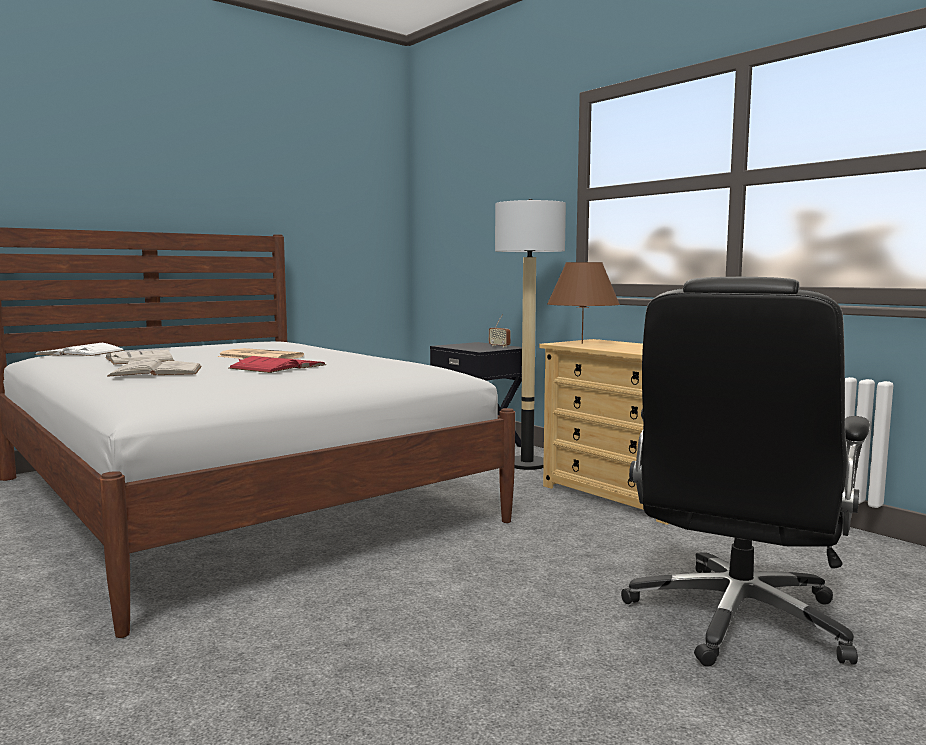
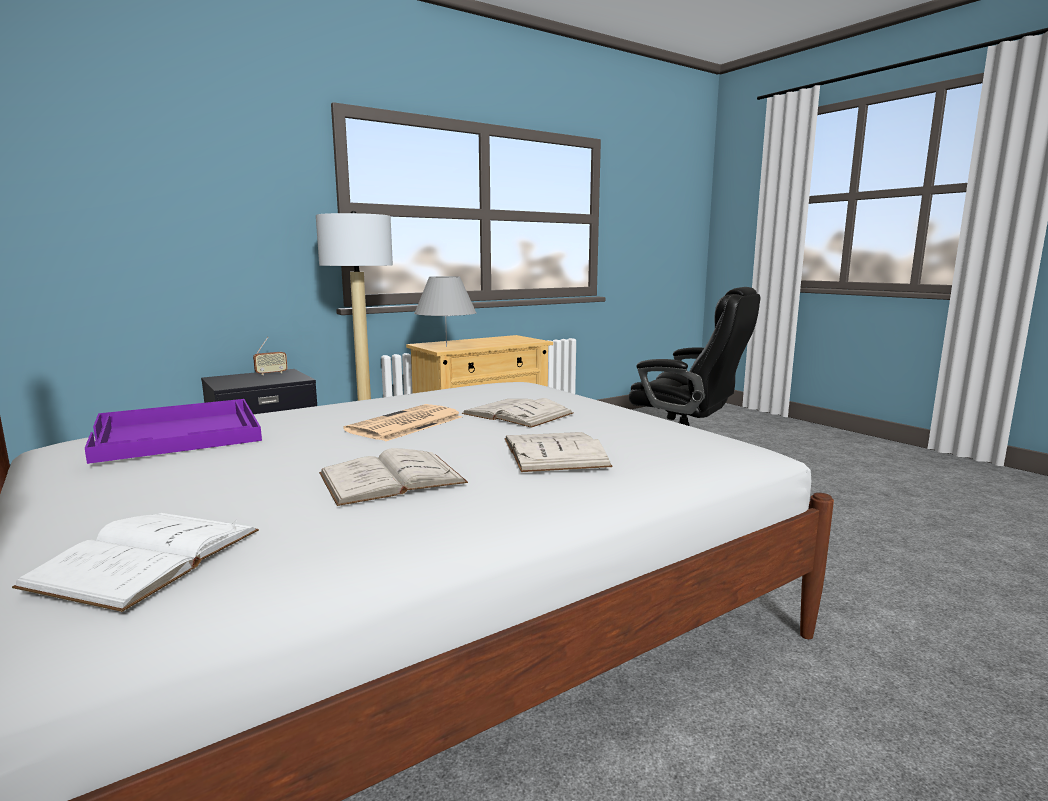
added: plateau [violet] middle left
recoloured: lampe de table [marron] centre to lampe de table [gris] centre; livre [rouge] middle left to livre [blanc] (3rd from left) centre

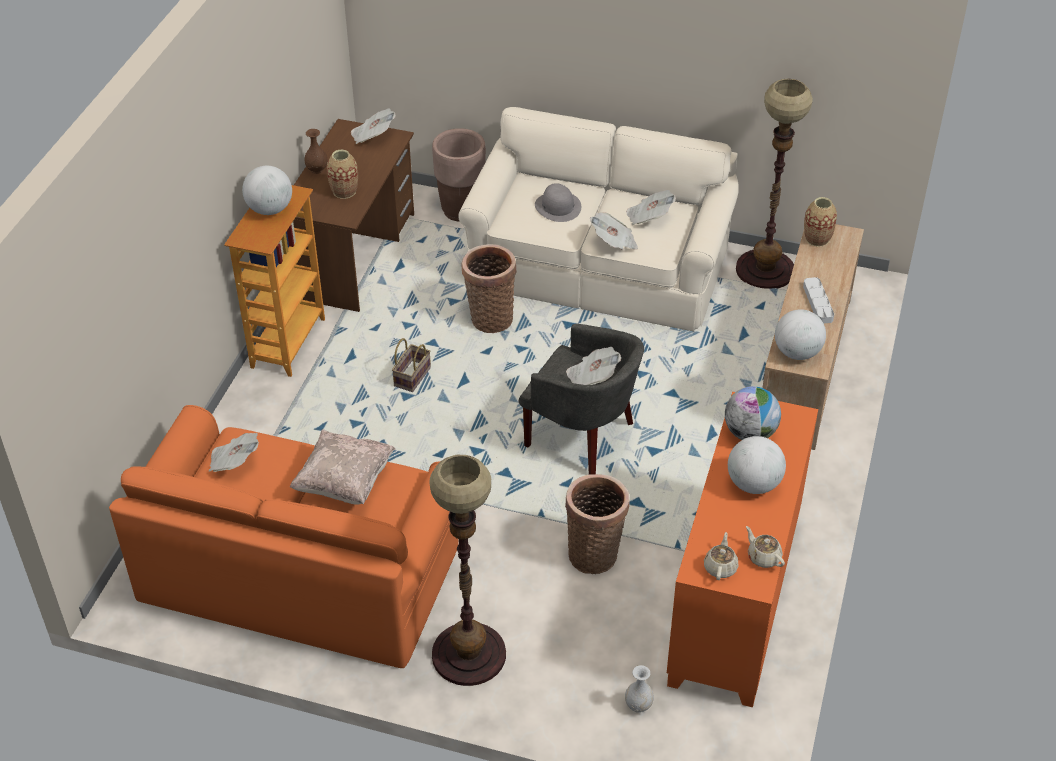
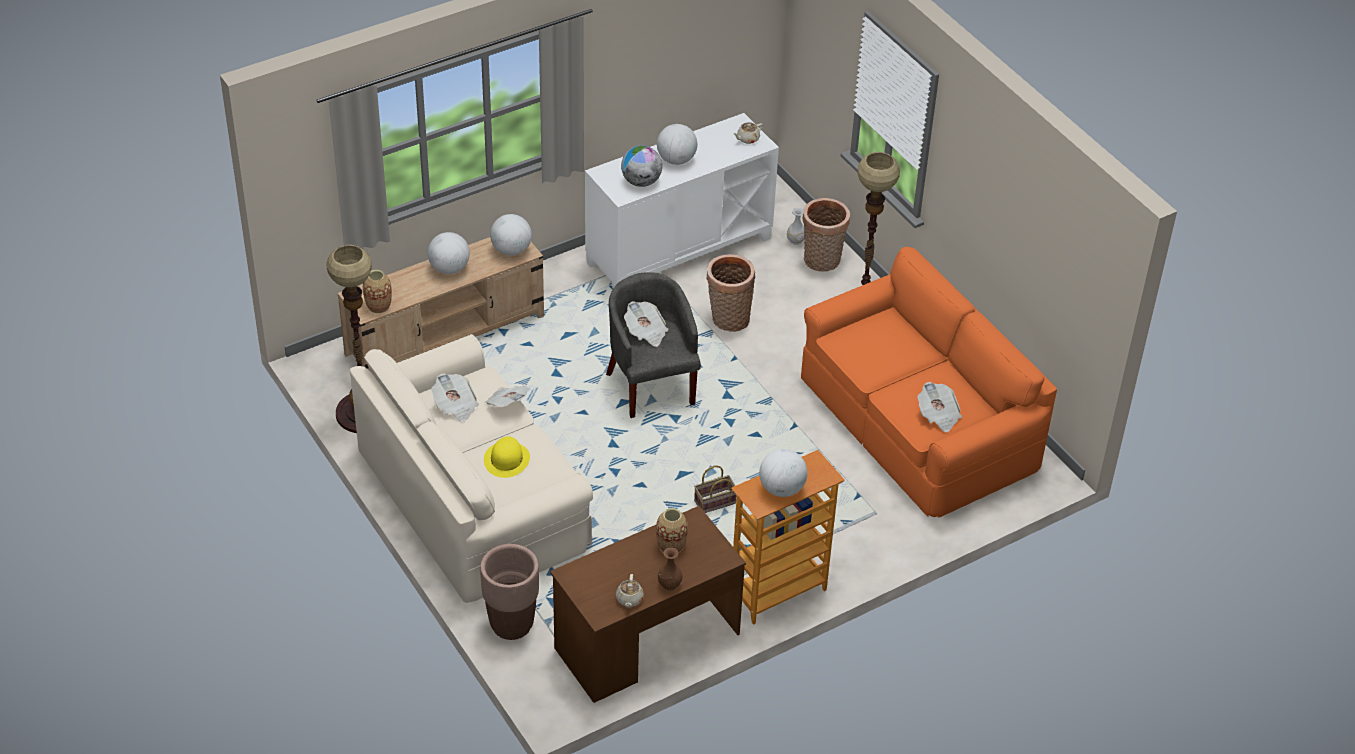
removed: coussin [beige] middle left; journal (2nd from left) top centre
moved: théière [beige] (2nd from left in the first image) bottom right to théière [beige] (1st from left) bottom centre; panier (2nd from left in the first image) centre to panier (3rd from left) top centre
replaced: plateau [gris] middle right to globe (1st from left) middle left
recoloured: chapeau [gris] top centre to chapeau [jaune] centre; meuble de rangement [orange] bottom right to meuble de rangement [blanc] top centre

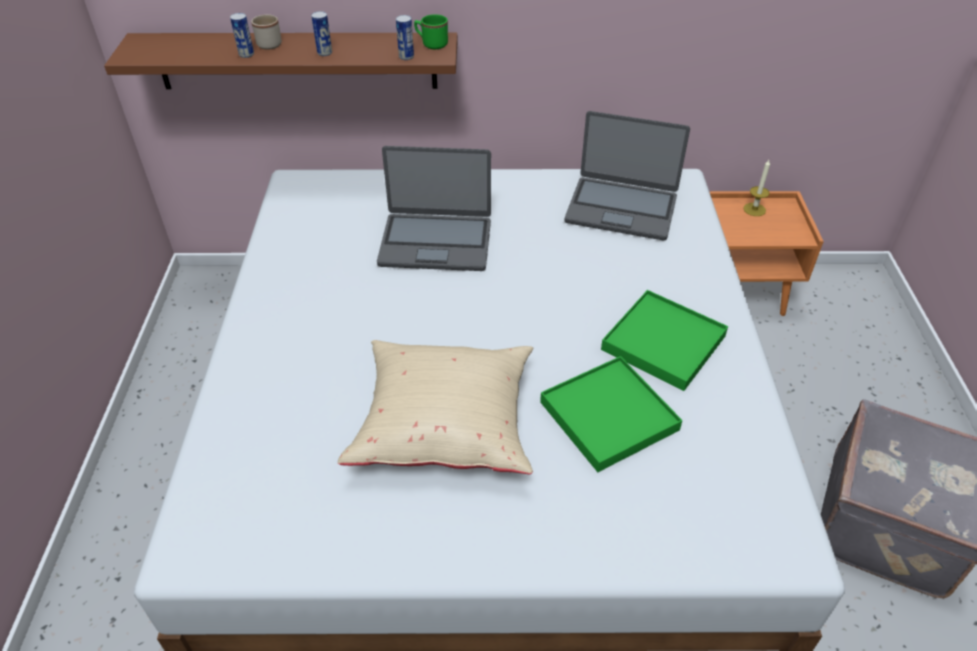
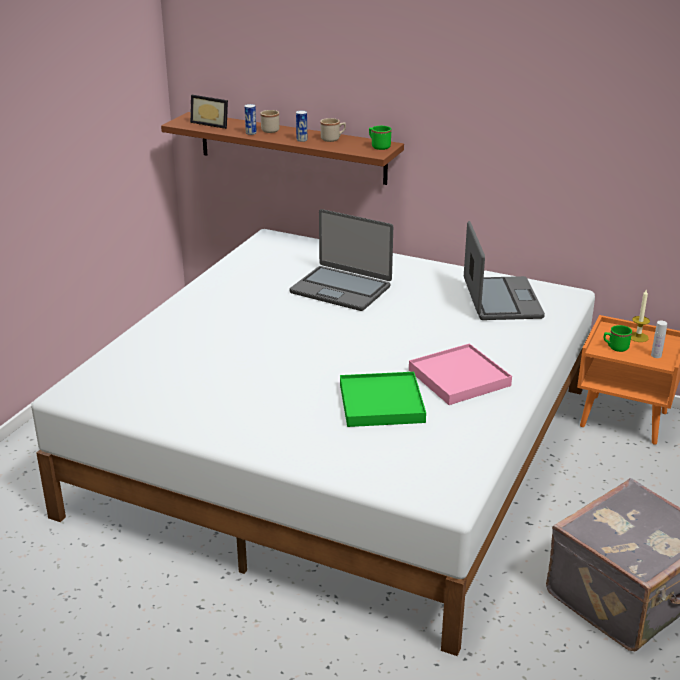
removed: coussin [beige] centre; boîte métallique (3rd from left) top centre
added: cadre photo top left; mug [beige] (2nd from left) top centre; mug [vert] (2nd from left) middle right; bouteille [blanc] middle right
recoloured: plateau [vert] (2nd from left) middle right to plateau [rose] middle right
turned: ordinateur portable (2nd from left) top centre = middle right 135 degrees counterclockwise

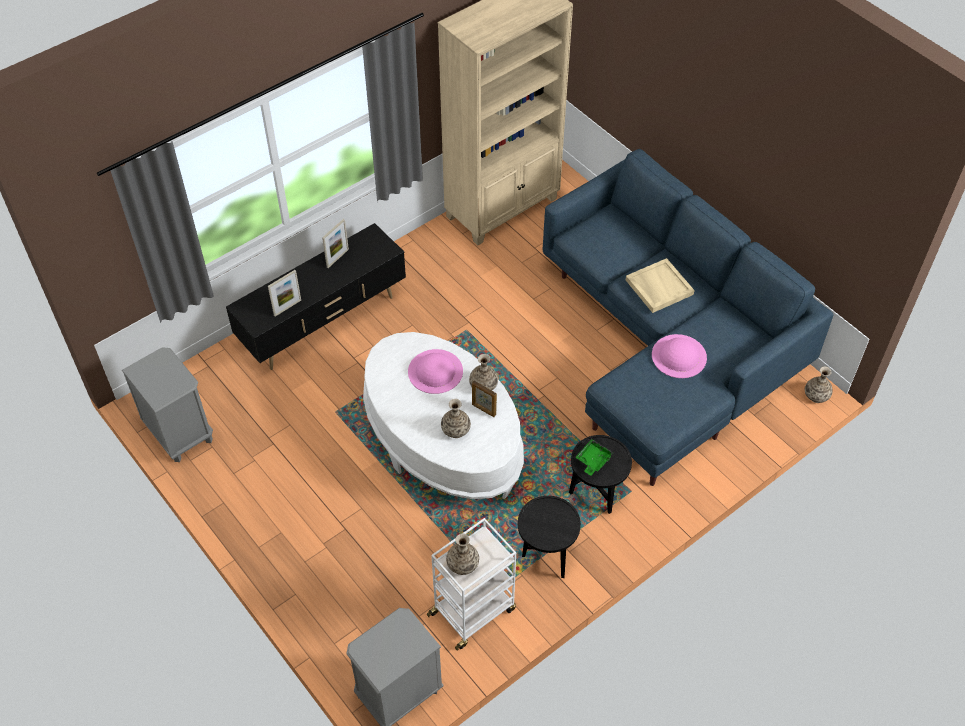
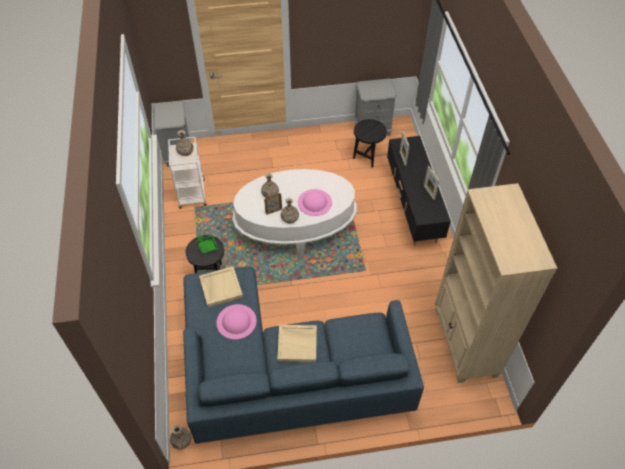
added: plateau [beige] (1st from left) centre
moved: table d'appoint [noir] (1st from left in the first image) bottom centre to table d'appoint [noir] (2nd from left) top centre

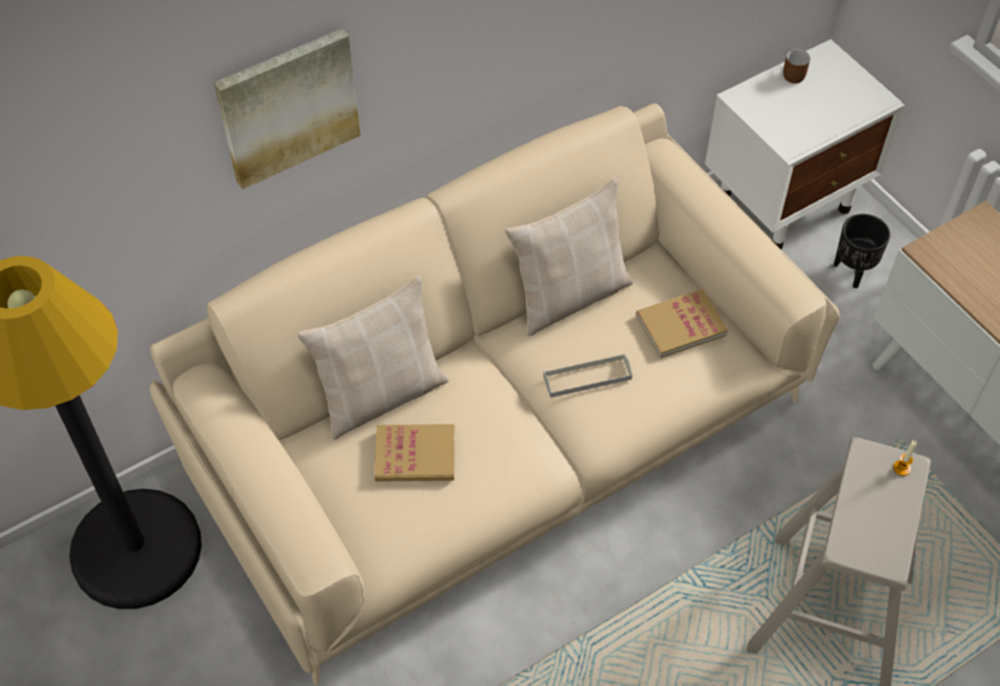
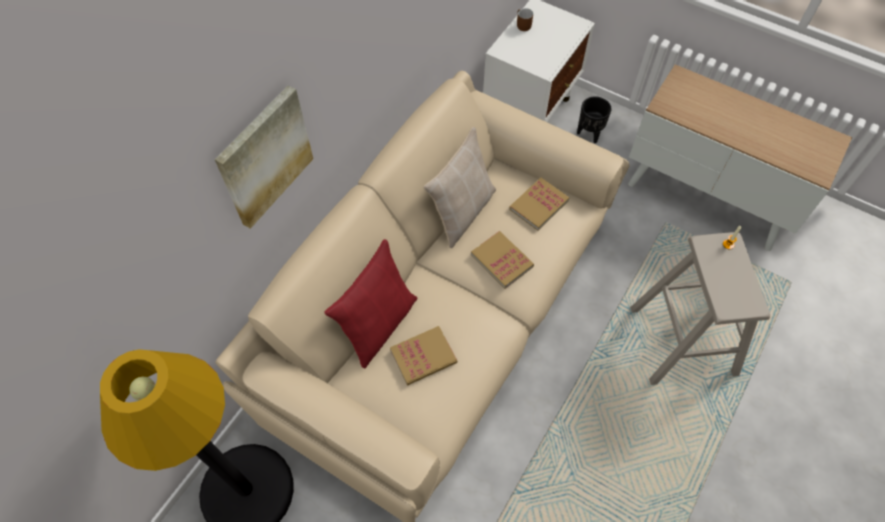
replaced: plateau [gris] centre to livre (2nd from left) centre
recoloured: coussin [beige] (1st from left) centre to coussin [rouge] centre

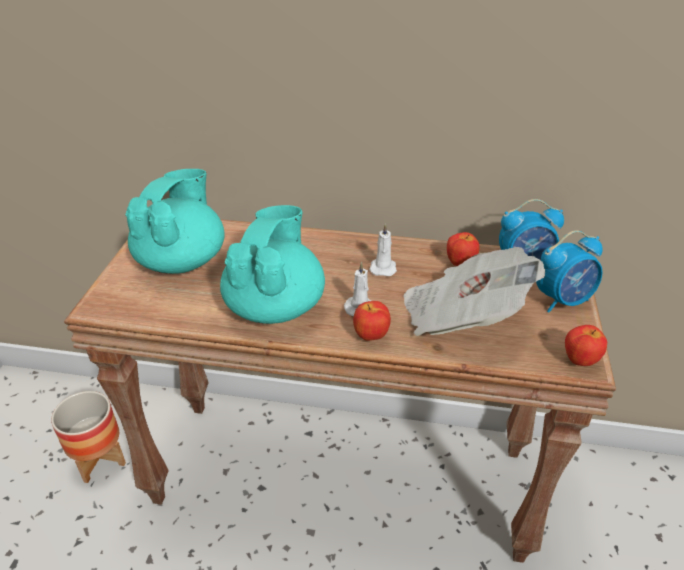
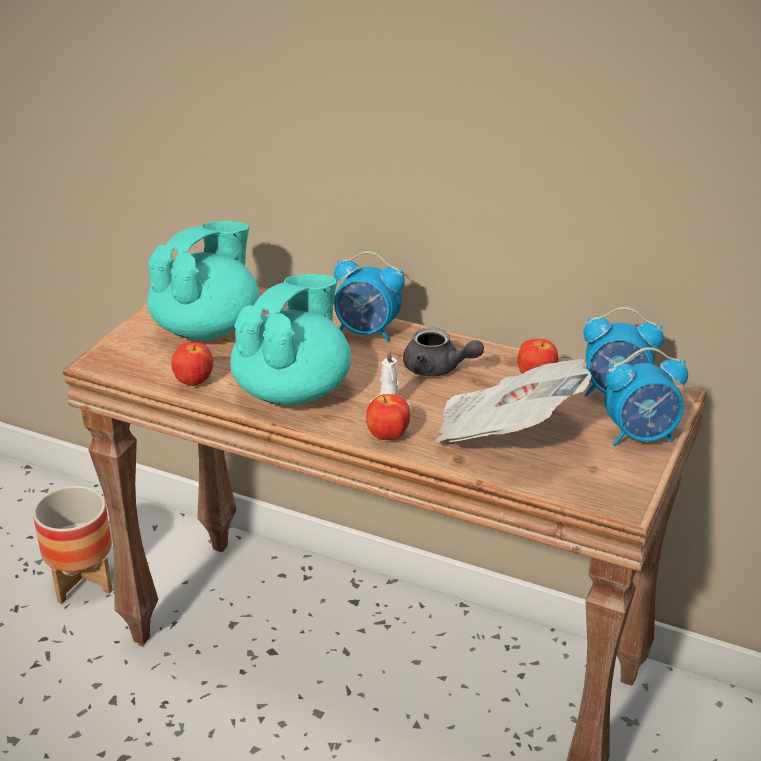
added: réveil (1st from left) centre
moved: pomme (3rd from left in the first image) middle right to pomme (1st from left) middle left
replaced: bougie [blanc] (2nd from left) centre to théière [gris] centre

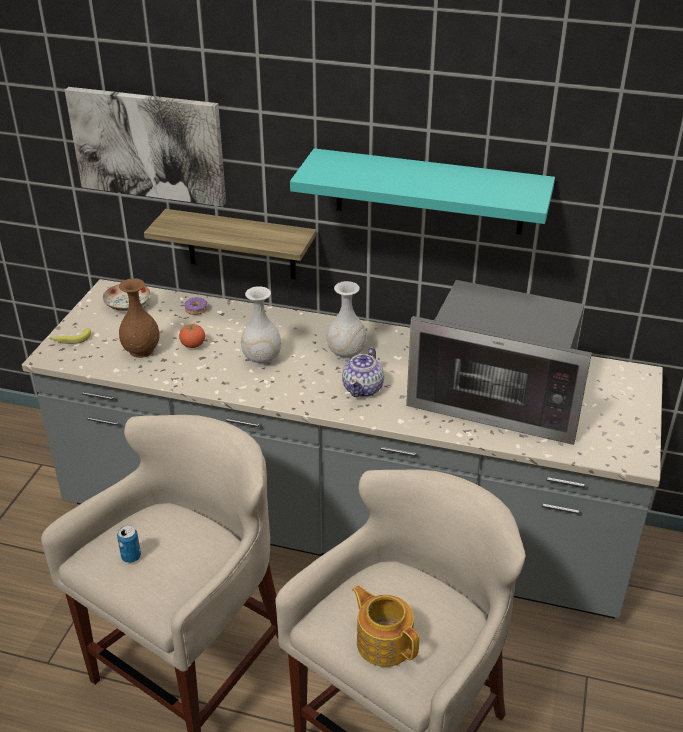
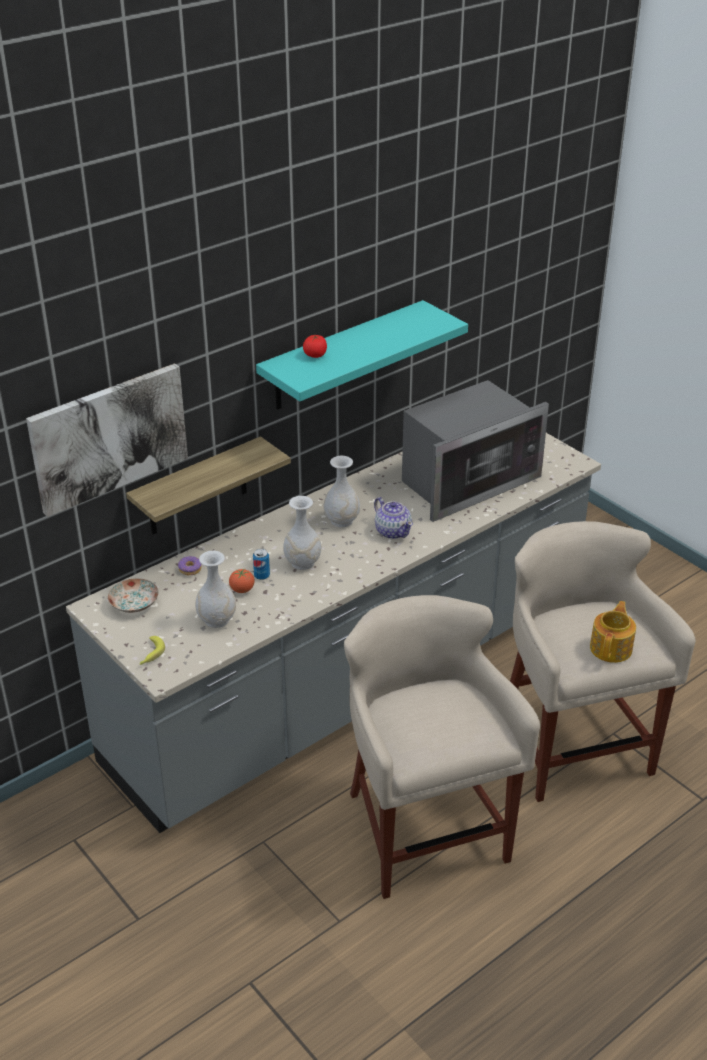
added: tomate (2nd from left) top centre
moved: boîte métallique bottom left to centre
recoloured: vase [marron] middle left to vase [blanc] (1st from left) middle left
turned: théière (2nd from left) bottom centre = middle right 120 degrees clockwise

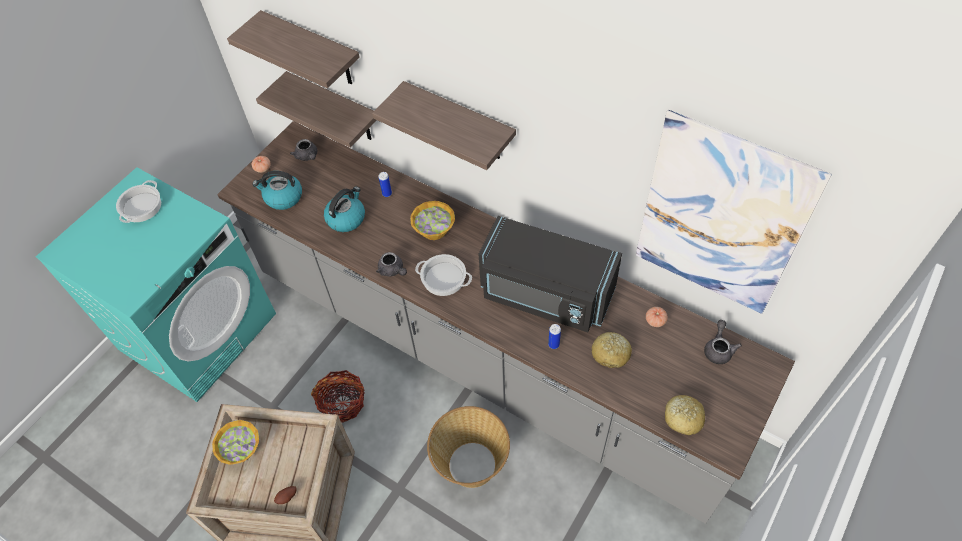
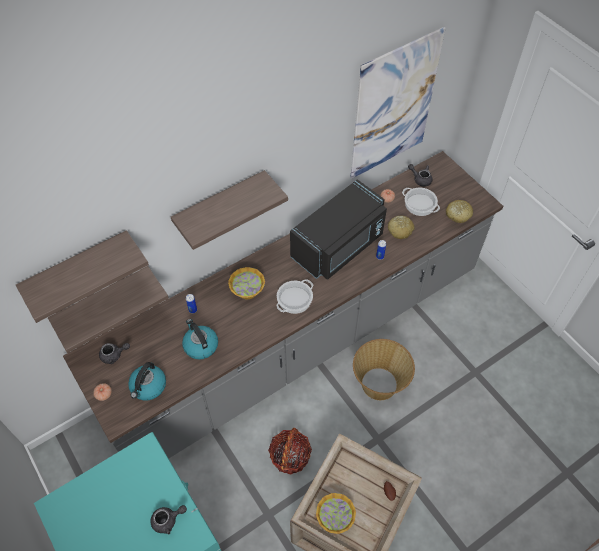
moved: théière [gris] (2nd from left) centre to bottom left; marmite (1st from left in the first image) middle left to marmite (2nd from left) middle right

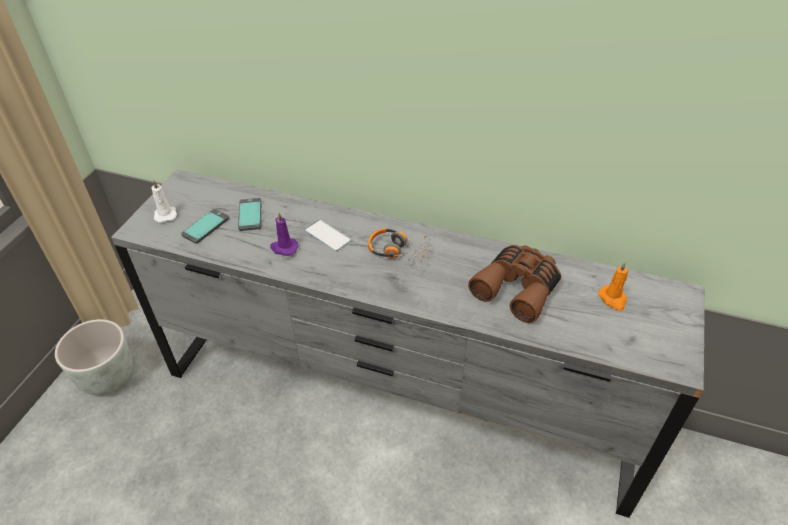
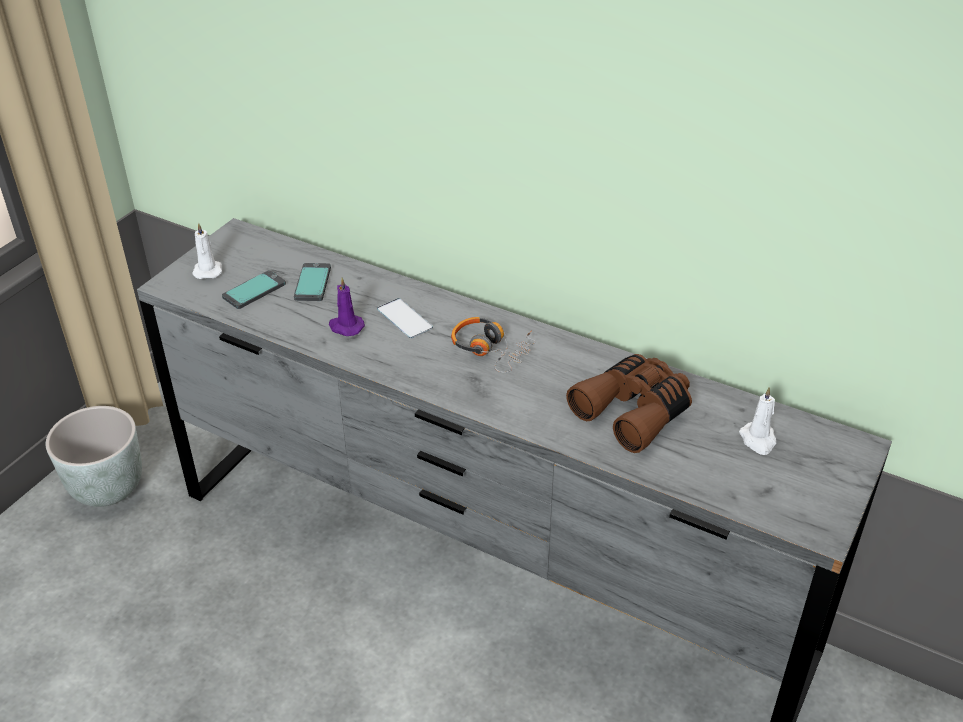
recoloured: bougie [orange] middle right to bougie [blanc] (2nd from left) middle right

